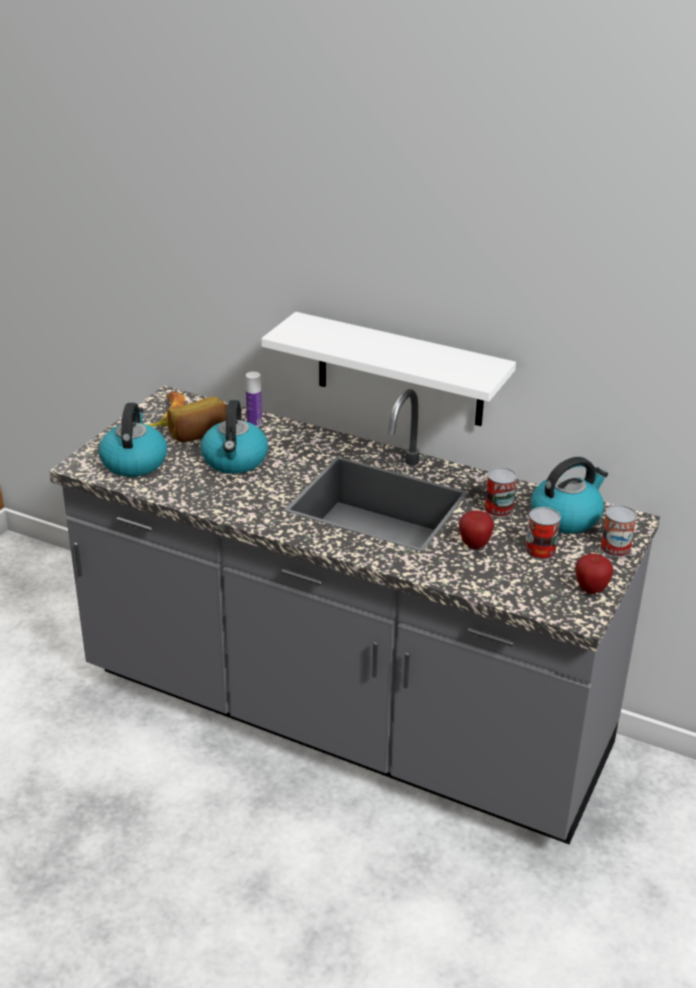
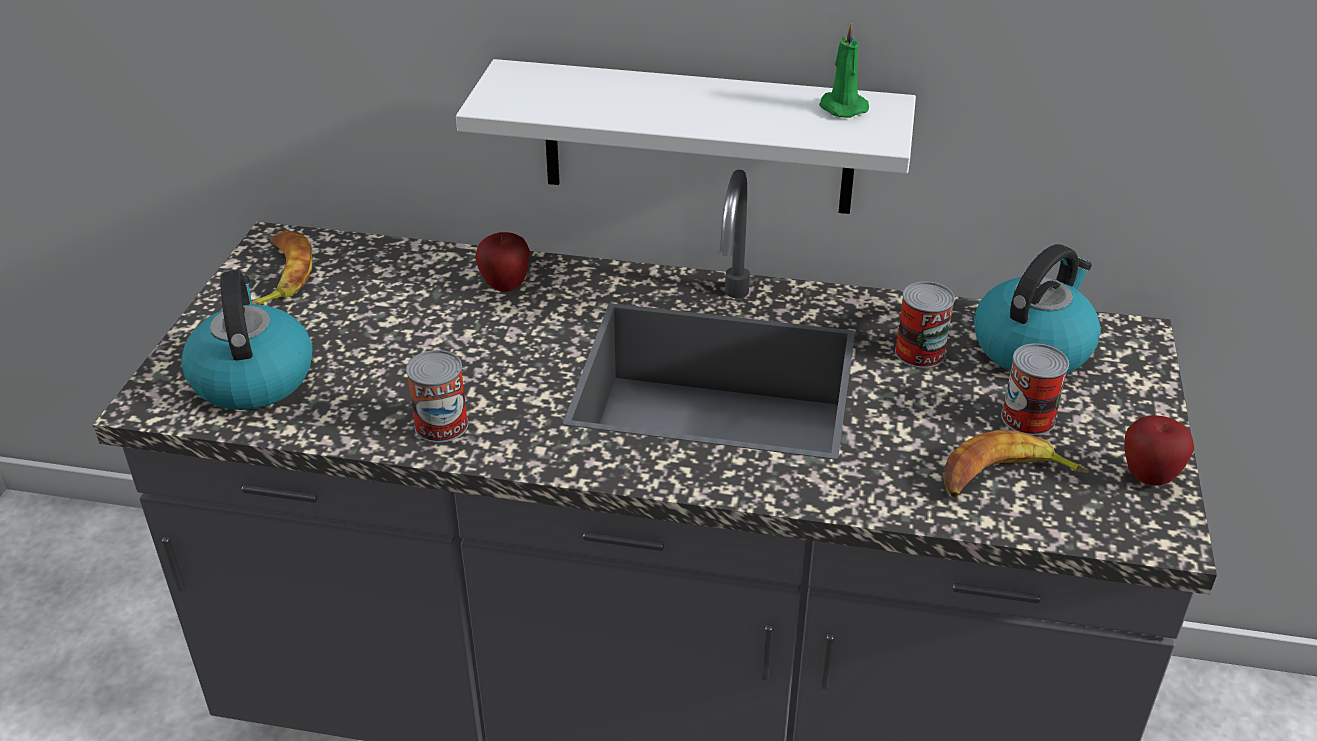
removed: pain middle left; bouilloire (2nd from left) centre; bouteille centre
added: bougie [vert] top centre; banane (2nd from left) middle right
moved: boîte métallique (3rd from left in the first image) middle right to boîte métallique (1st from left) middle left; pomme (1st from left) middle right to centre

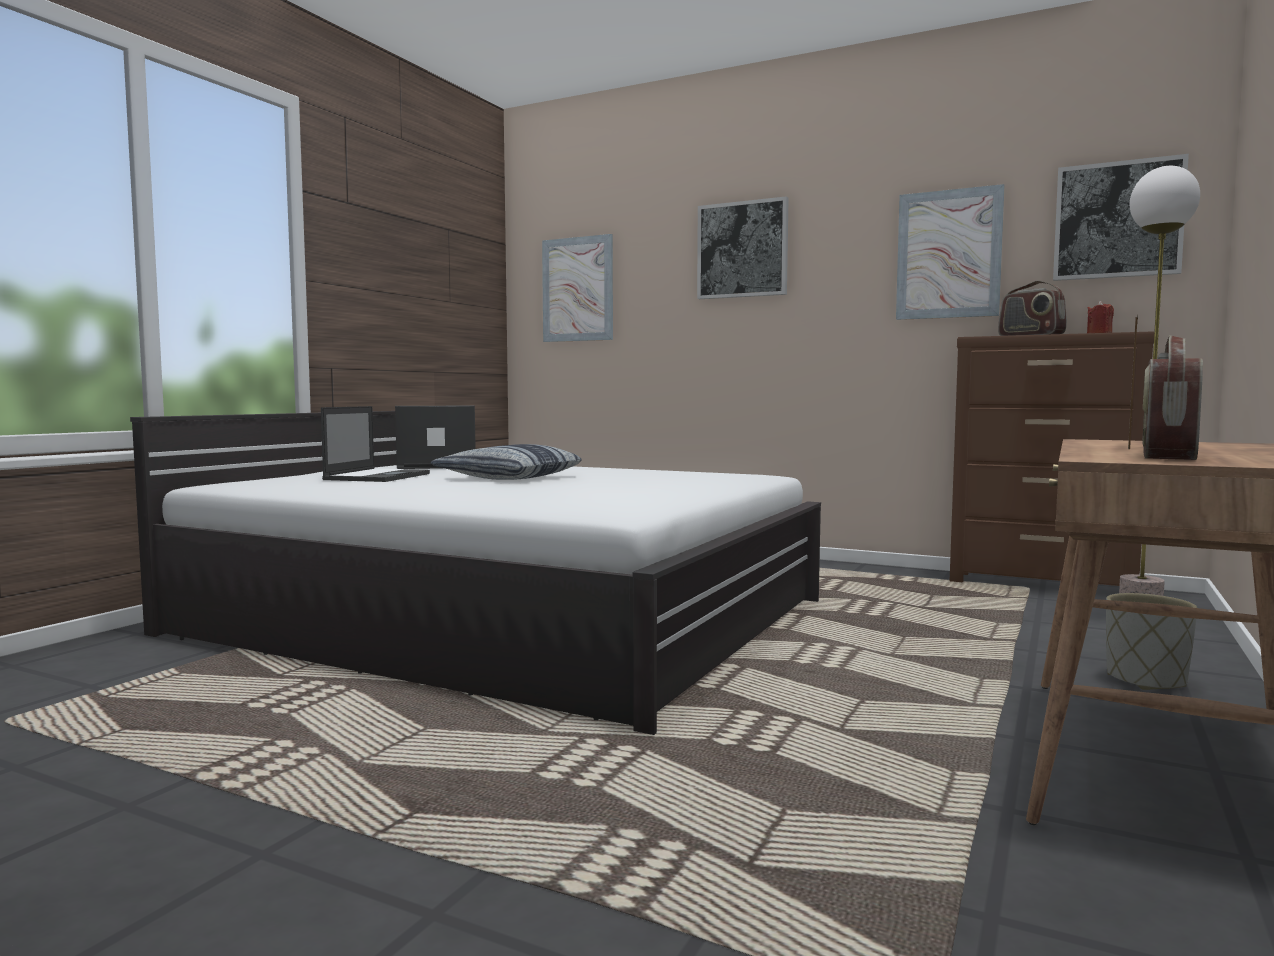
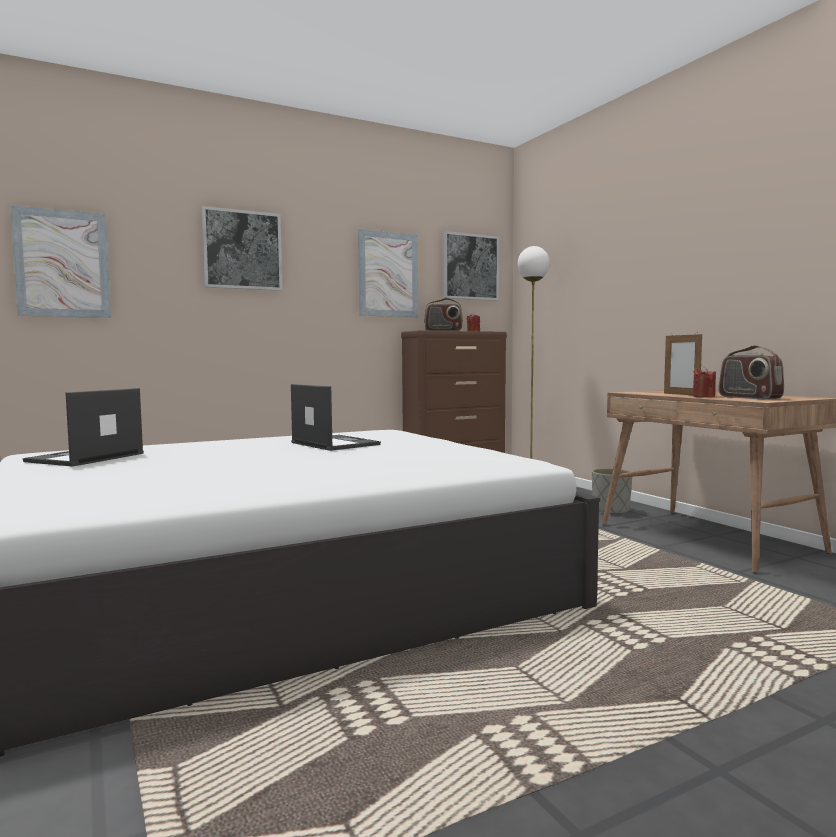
removed: coussin centre
added: bougie [rouge] (2nd from left) middle right
moved: ordinateur portable (1st from left in the first image) middle left to ordinateur portable (2nd from left) centre

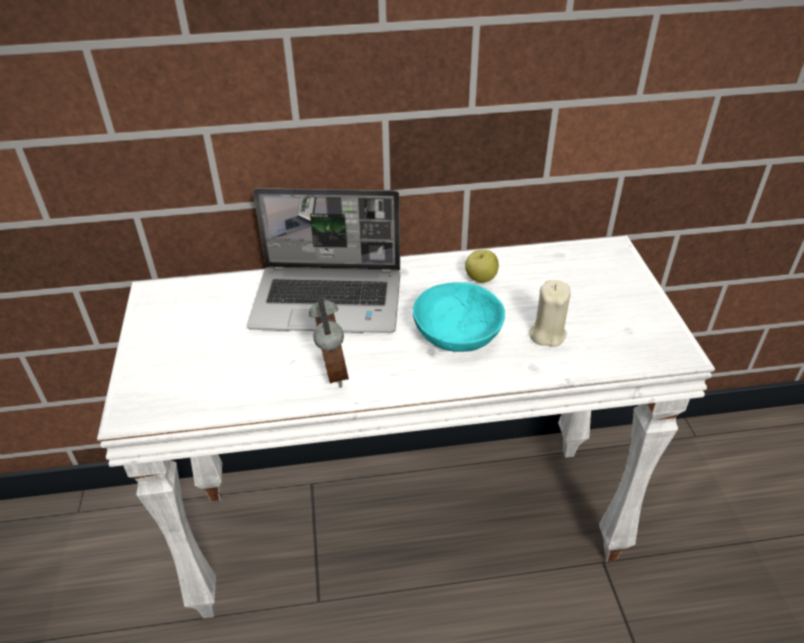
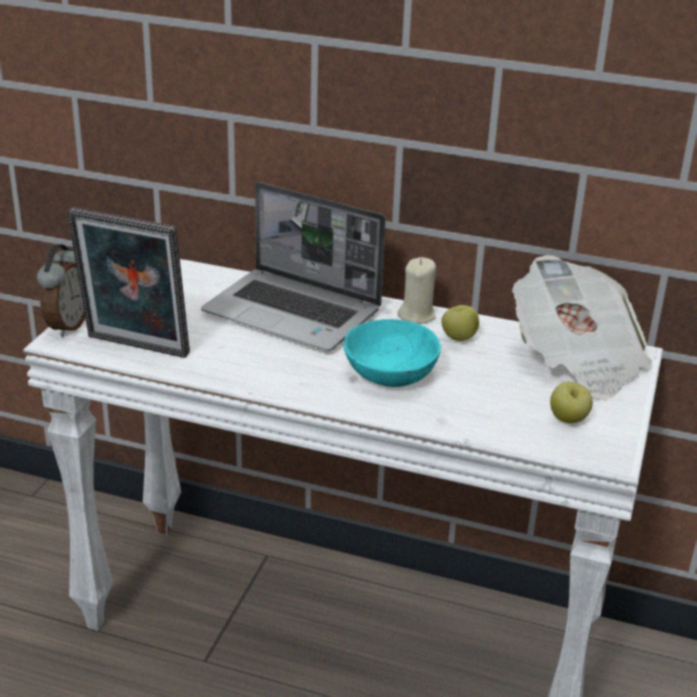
added: cadre photo middle left; journal middle right; pomme (2nd from left) middle right
moved: réveil centre to middle left; bougie [beige] middle right to centre

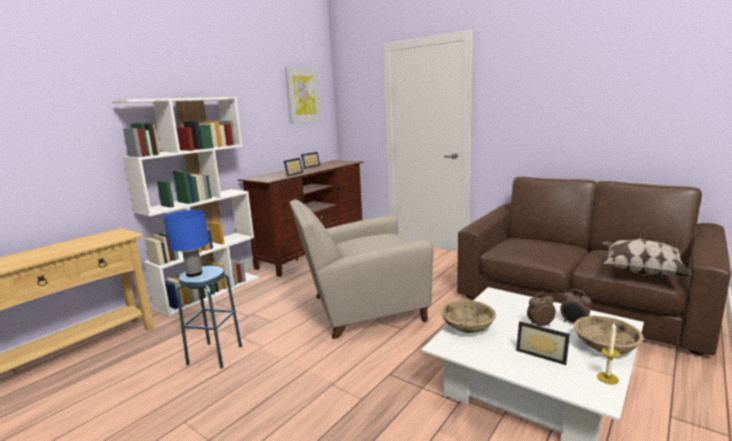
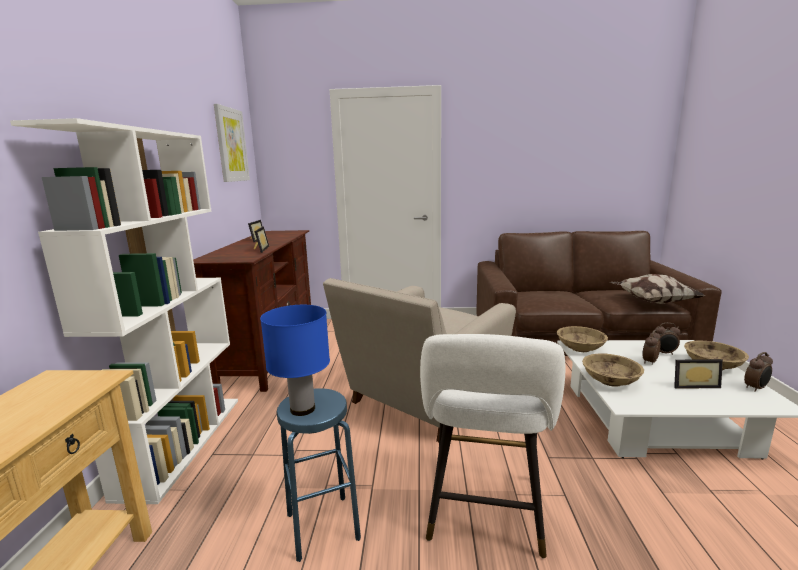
added: tabouret [blanc] bottom centre; bol [beige] (1st from left) middle right
replaced: bougie bottom right to réveil (3rd from left) middle right

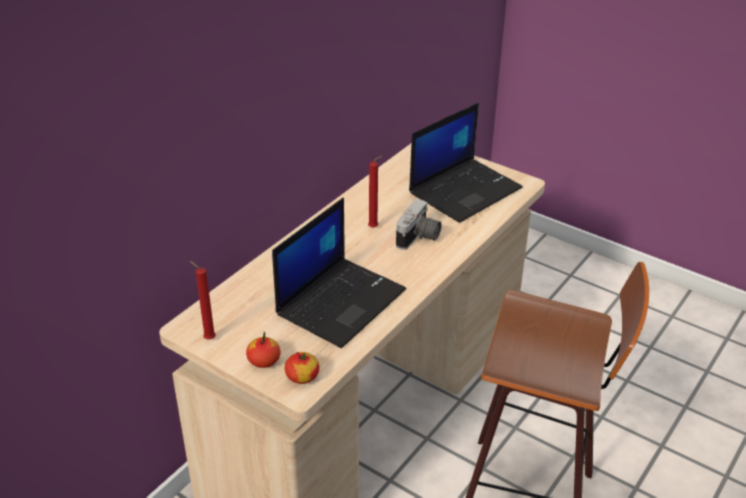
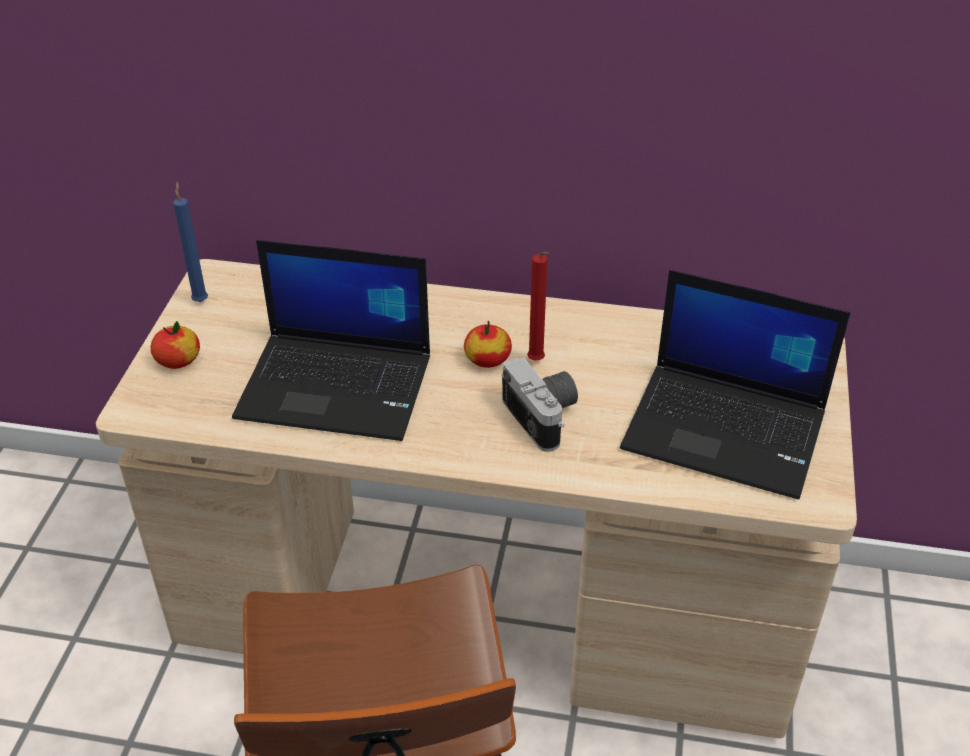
moved: pomme (2nd from left) bottom centre to centre
recoloured: bougie [rouge] (1st from left) middle left to bougie [bleu] top left
turned: appareil photo centre = centre 120 degrees counterclockwise

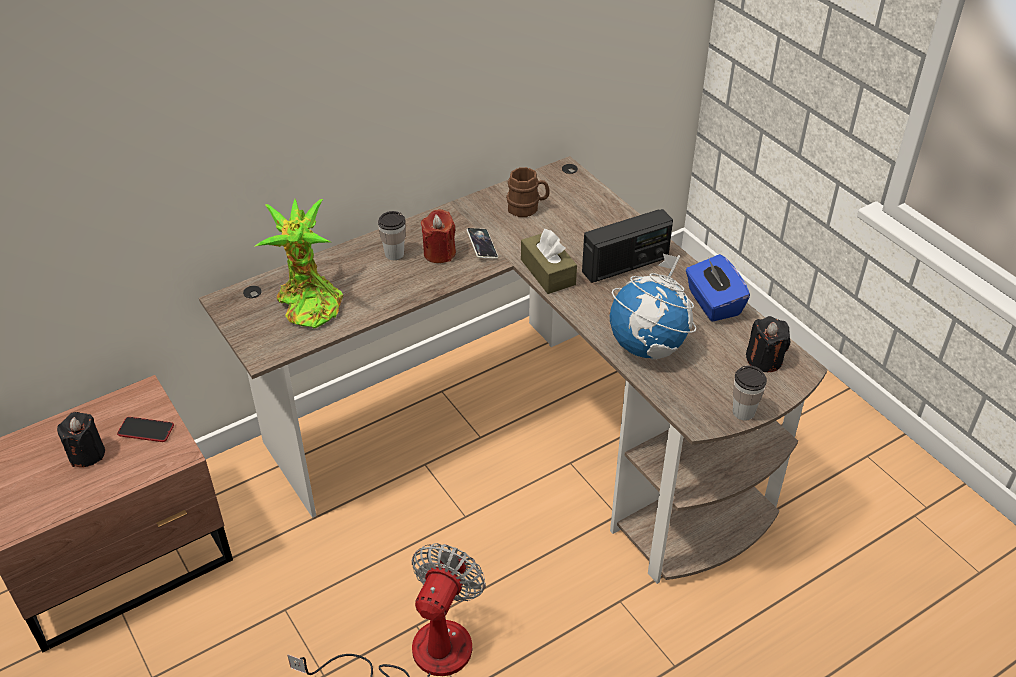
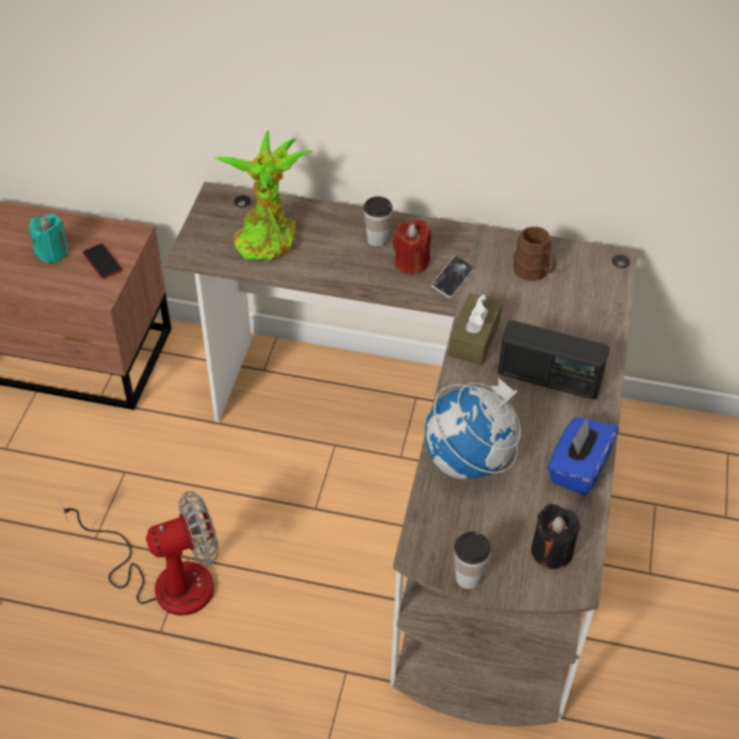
recoloured: bougie [noir] (1st from left) middle left to bougie [turquoise] top left

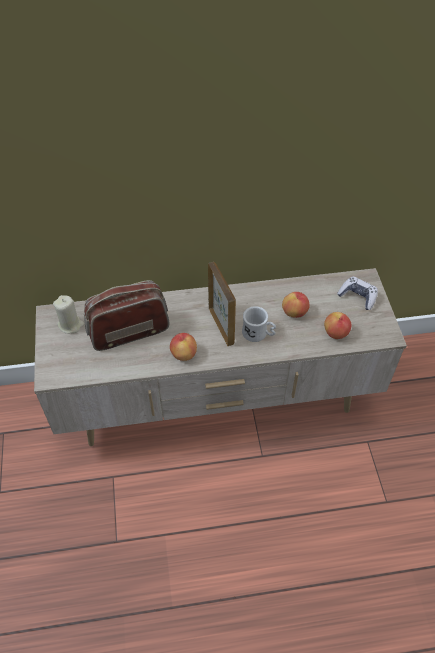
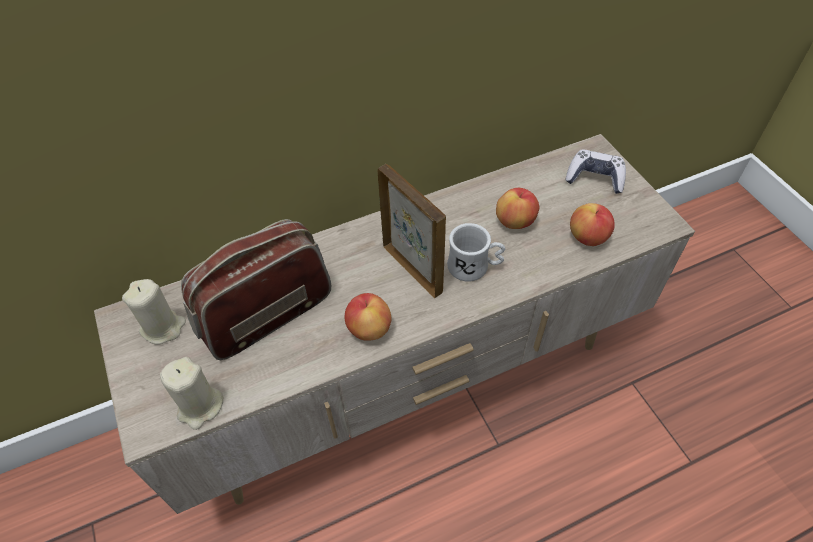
added: bougie [beige] (2nd from left) bottom left

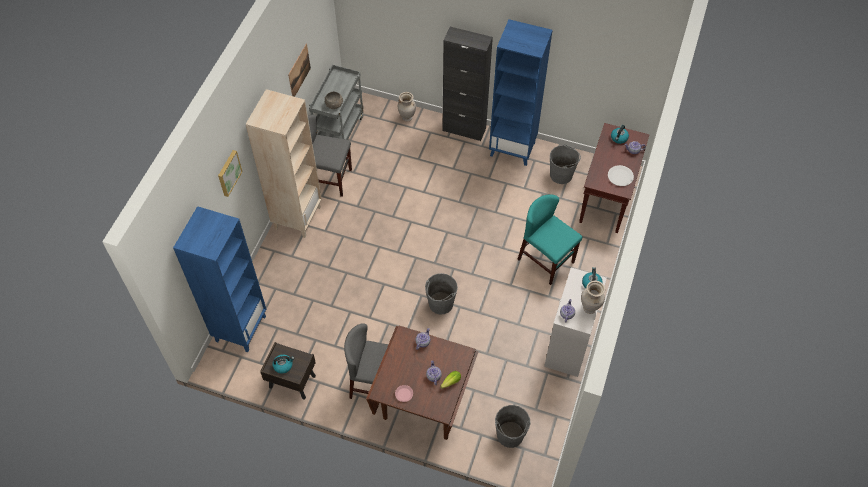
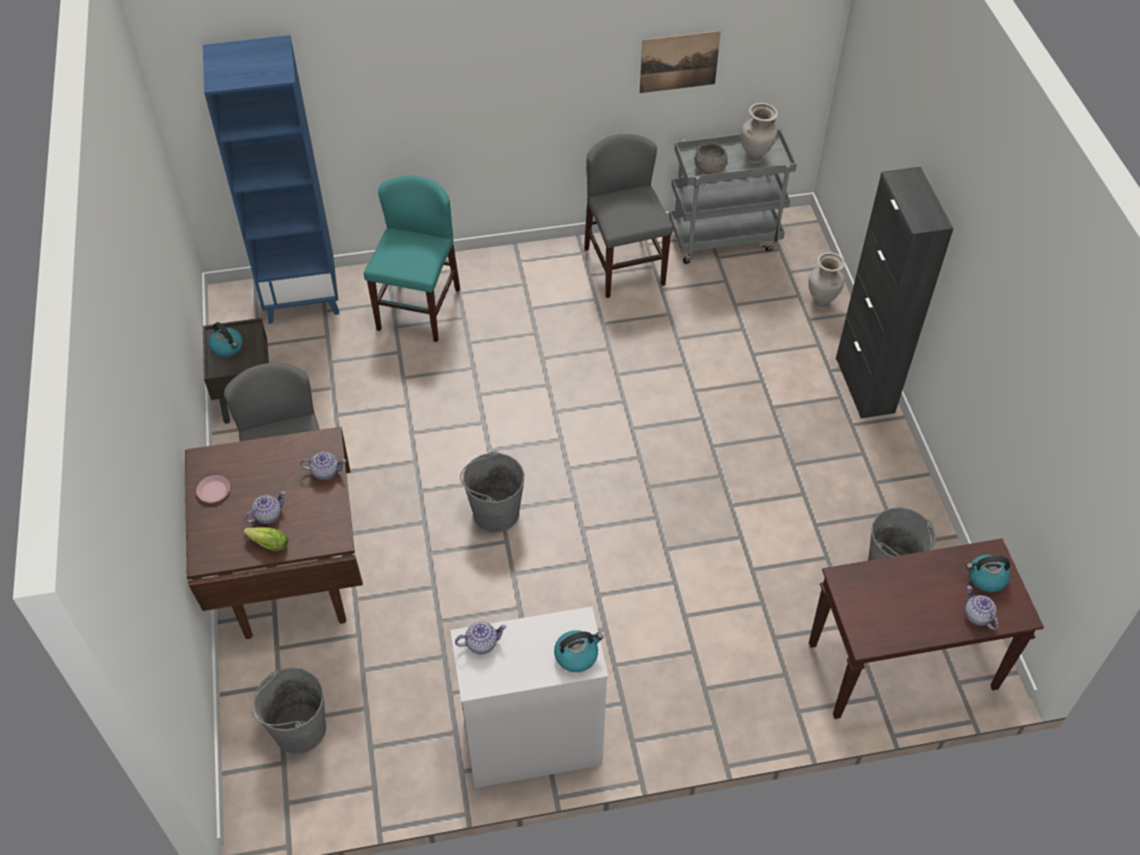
removed: tableau (1st from left) middle left; bibliothèque [beige] middle left; bibliothèque [bleu] (2nd from left) top centre; assiette [blanc] middle right
moved: chaise [turquoise] centre to top centre; vase [beige] (2nd from left in the first image) middle right to vase [beige] (1st from left) top centre

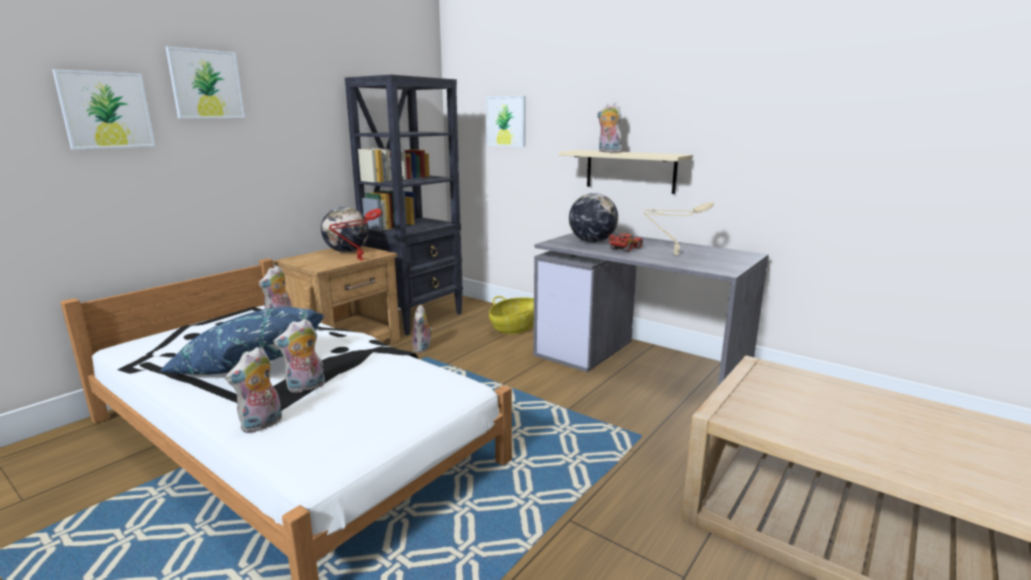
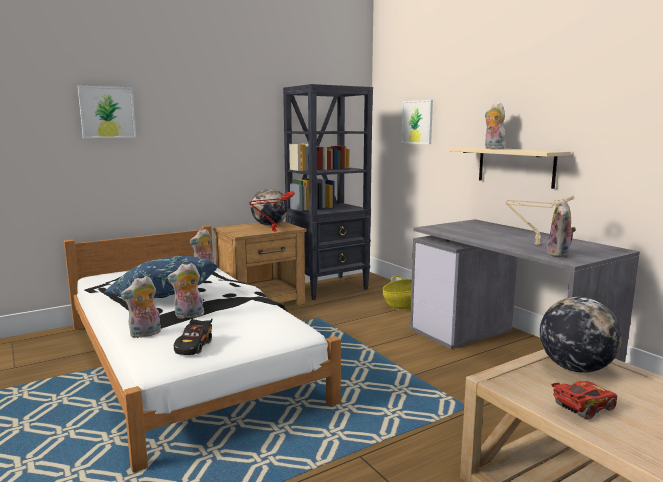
removed: tableau (2nd from left) top left
added: petite voiture [noir] bottom left
moved: globe (2nd from left) centre to bottom right; peluche (4th from left in the first image) centre to peluche (5th from left) middle right; petite voiture [rouge] centre to bottom right

